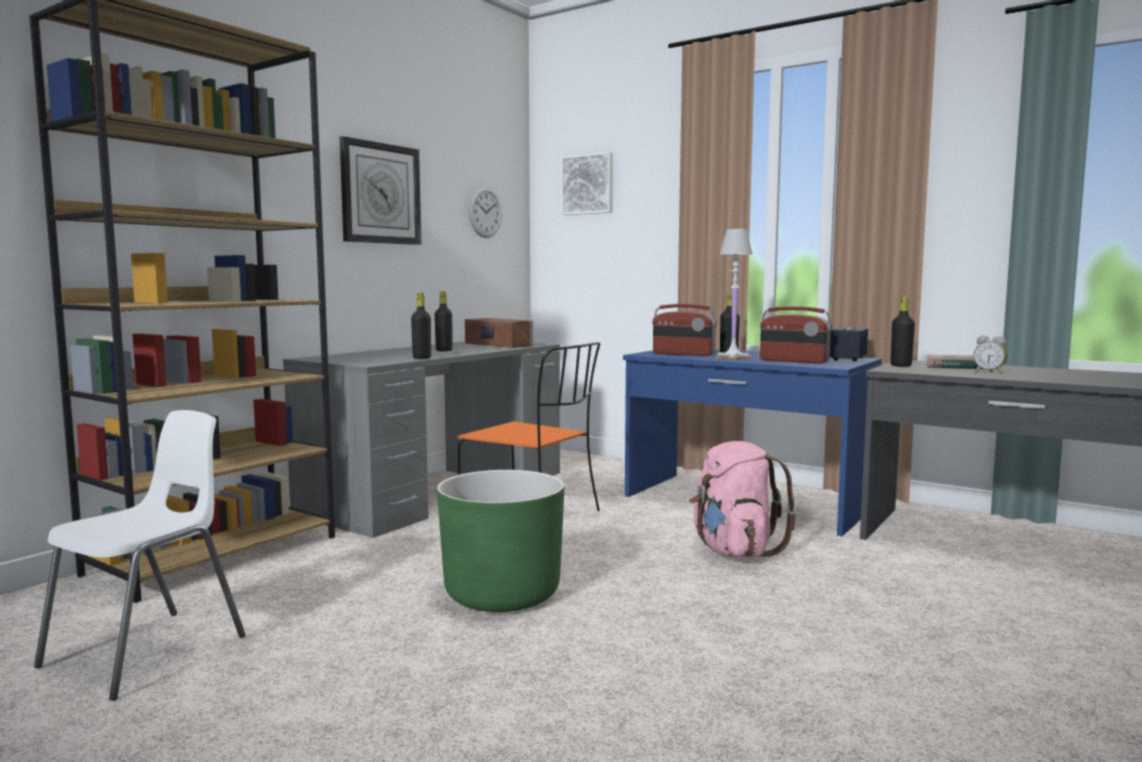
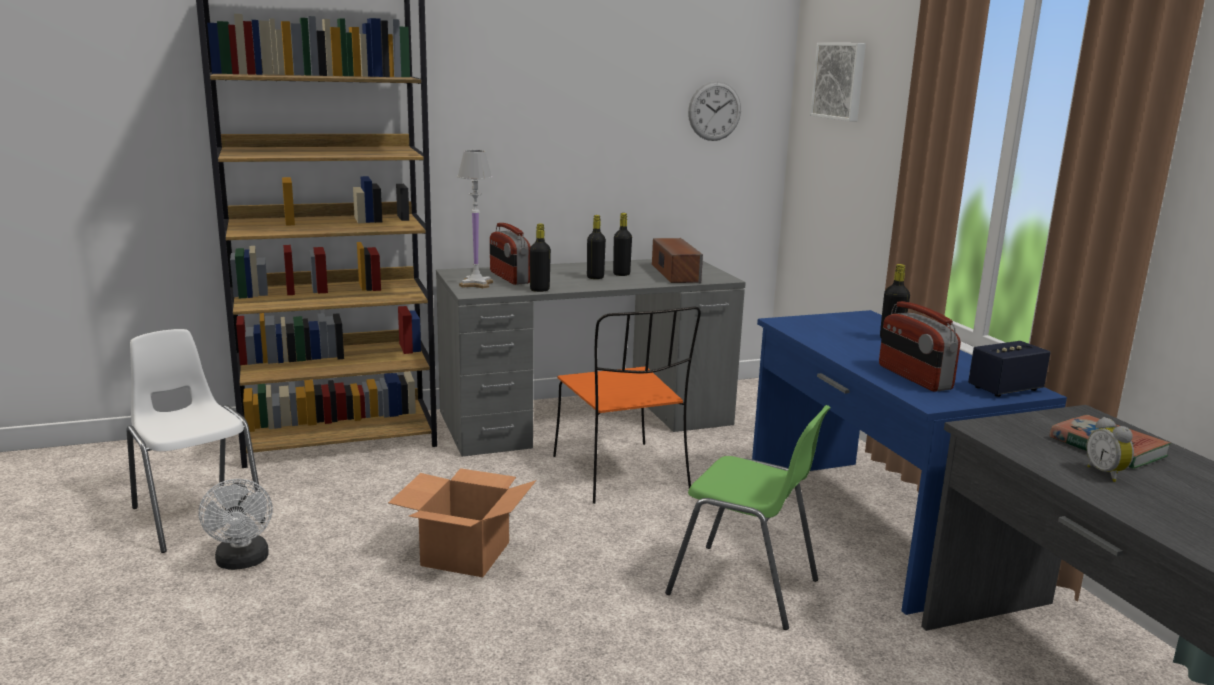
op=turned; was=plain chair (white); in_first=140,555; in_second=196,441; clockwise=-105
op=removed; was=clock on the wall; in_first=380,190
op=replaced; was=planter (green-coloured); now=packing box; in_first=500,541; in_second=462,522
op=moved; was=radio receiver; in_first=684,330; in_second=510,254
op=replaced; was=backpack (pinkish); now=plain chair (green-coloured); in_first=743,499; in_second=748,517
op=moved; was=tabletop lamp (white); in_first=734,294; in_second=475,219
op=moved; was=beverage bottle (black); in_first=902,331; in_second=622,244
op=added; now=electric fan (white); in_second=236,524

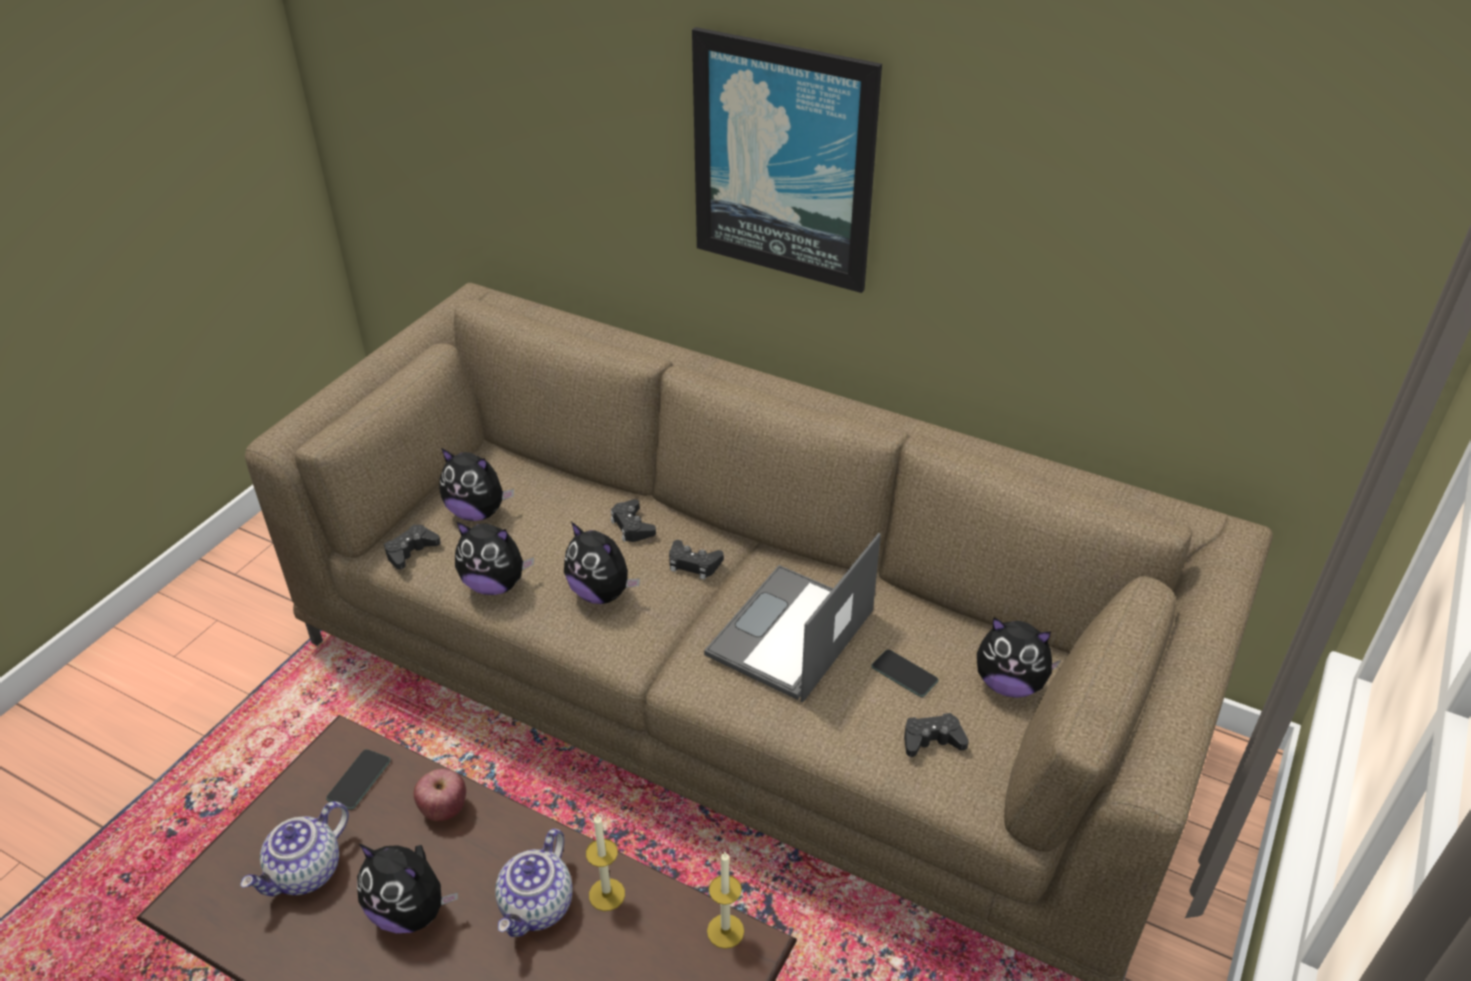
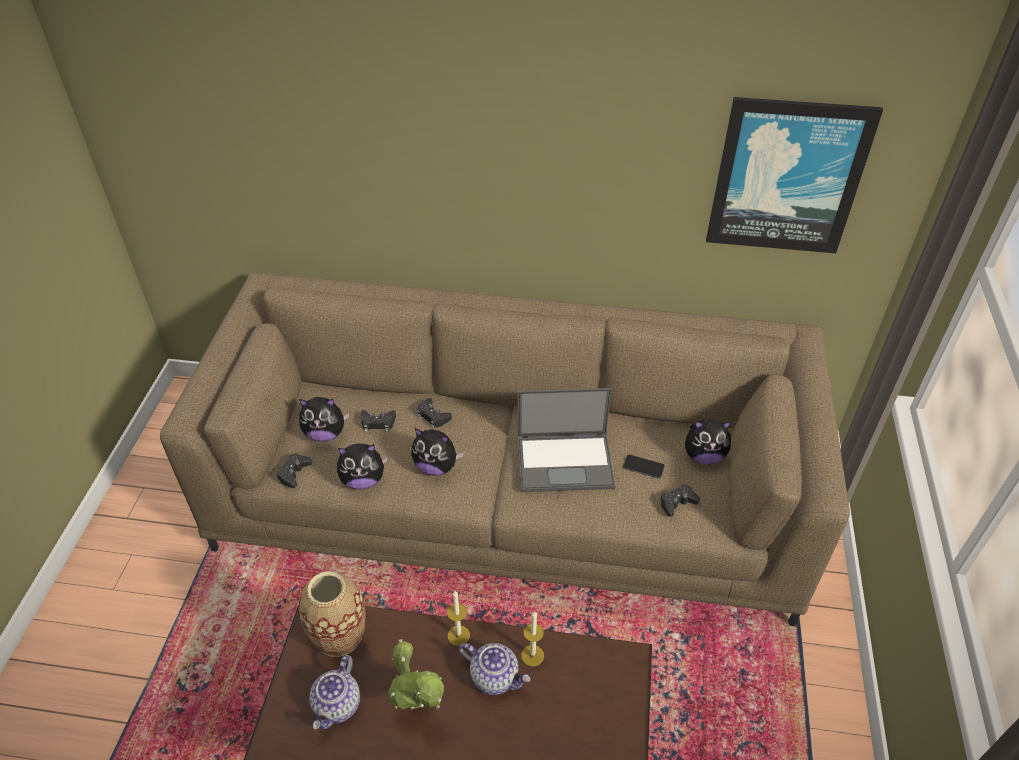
op=replaced; was=telephone; now=decorative vase; in_first=358,779; in_second=332,614
op=replaced; was=cuddly toy; now=potted plant; in_first=407,888; in_second=416,674
op=removed; was=apple fruit; in_first=440,795
op=turned; was=teapot; in_first=534,883; in_second=495,669; clockwise=-60
op=moved; was=gamepad (black); in_first=696,560; in_second=378,421
op=moved; was=wall art; in_first=787,160; in_second=794,175
op=turned; was=notebook computer; in_first=792,617; in_second=566,440; clockwise=-105
op=moved; was=candle; in_first=725,900; in_second=458,618

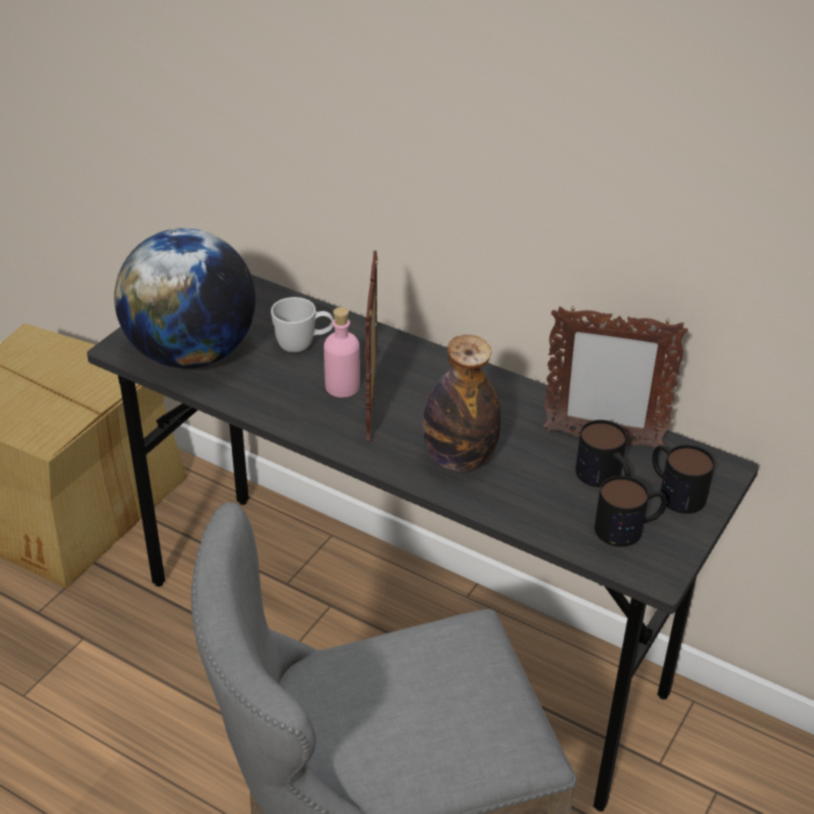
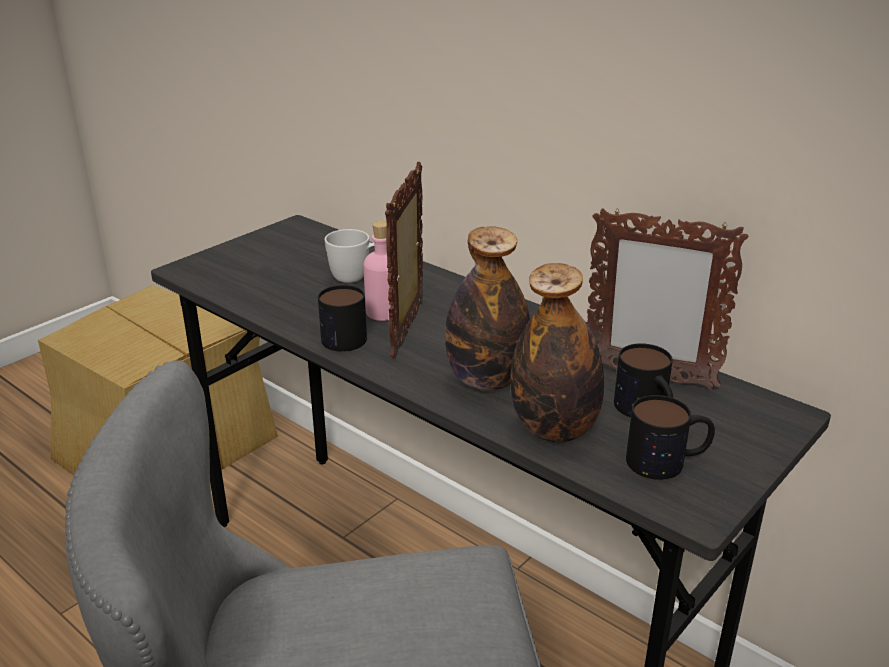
op=removed; was=globe; in_first=185,298
op=moved; was=coffee mug; in_first=683,479; in_second=342,318
op=added; now=beverage bottle; in_second=557,352

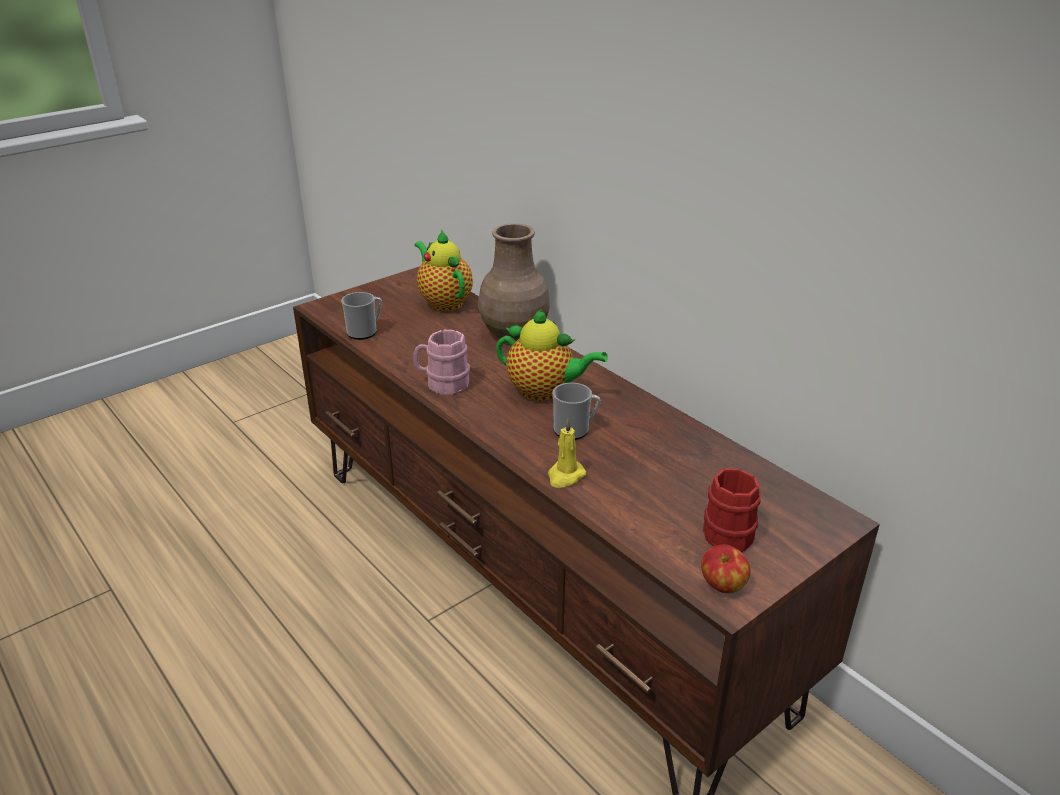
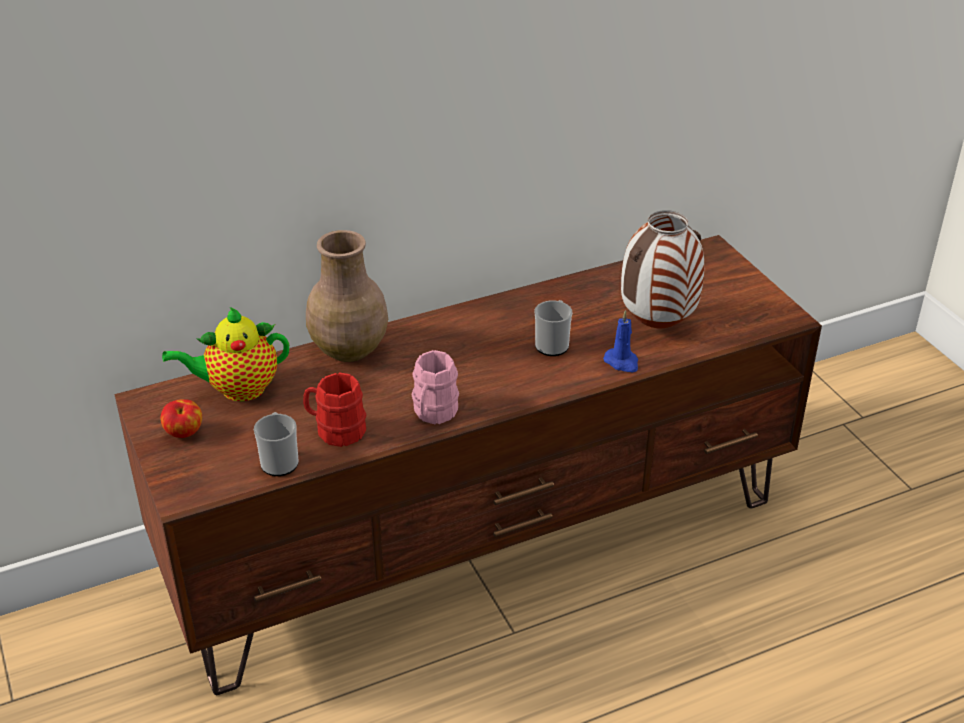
op=removed; was=teapot; in_first=552,355
op=recoloured; was=candle (yellow-coloured); now=candle (blue-coloured); in_first=567,453; in_second=620,341
op=moved; was=apple fruit; in_first=726,568; in_second=181,418
op=moved; was=coffee mug (red-coloured); in_first=731,510; in_second=334,409
op=added; now=decorative vase; in_second=662,269

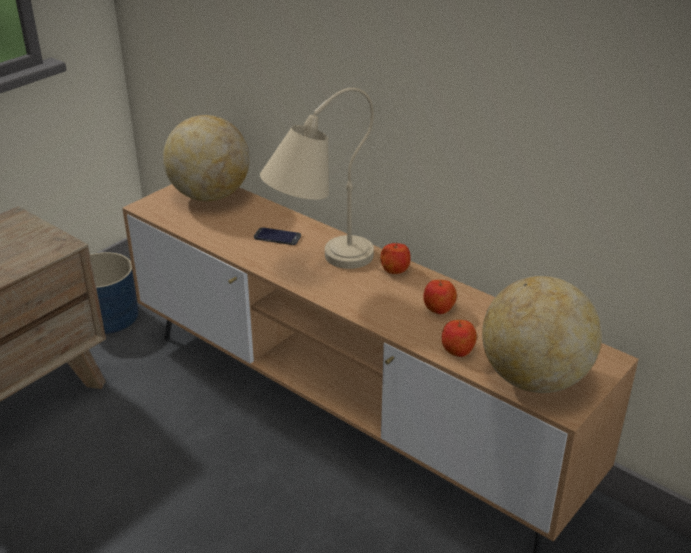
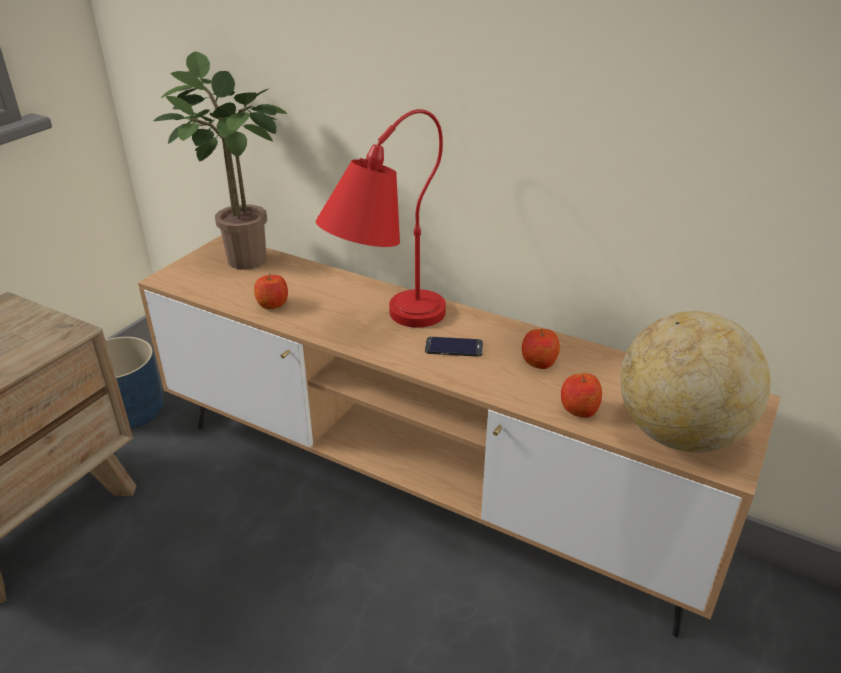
op=replaced; was=globe; now=potted plant; in_first=206,158; in_second=220,160
op=moved; was=telephone; in_first=277,236; in_second=454,347
op=recoloured; was=tabletop lamp (beige); now=tabletop lamp (red-coloured); in_first=317,178; in_second=381,218
op=moved; was=apple fruit; in_first=395,258; in_second=271,291

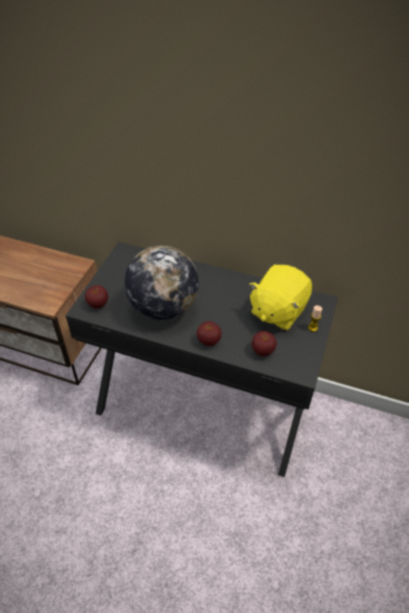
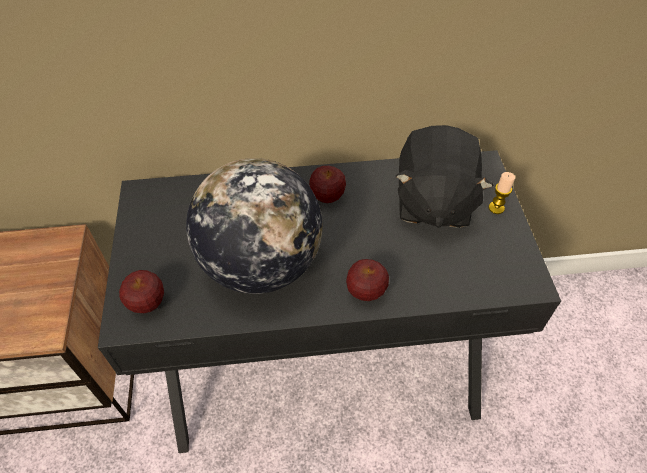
op=recoloured; was=cuddly toy (yellow-coloured); now=cuddly toy (black); in_first=280,297; in_second=444,176
op=moved; was=apple fruit; in_first=264,343; in_second=327,184

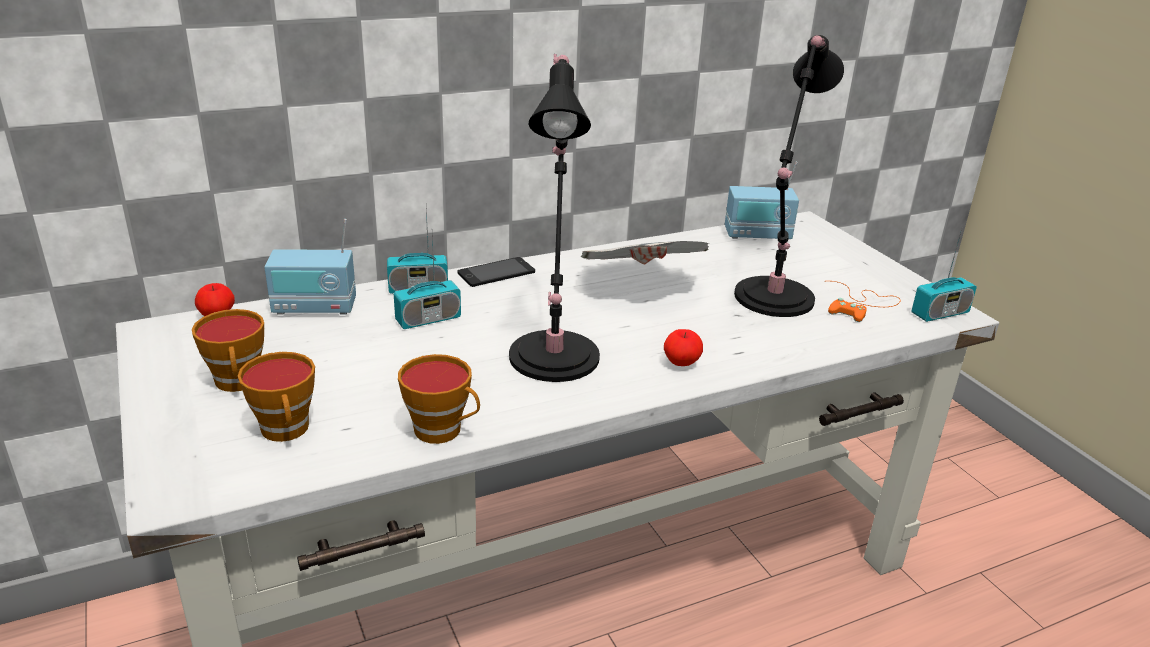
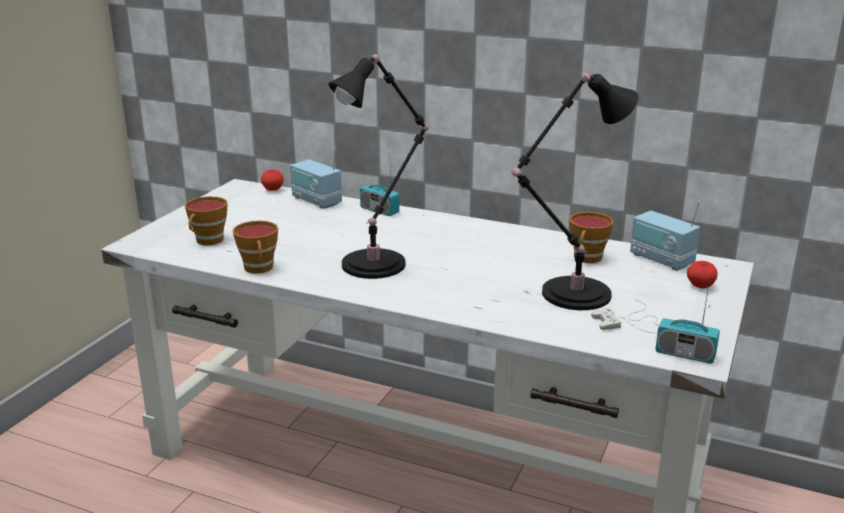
op=moved; was=small cup; in_first=228,350; in_second=591,237
op=removed; was=radio receiver; in_first=427,283
op=removed; was=telephone; in_first=496,272
op=removed; was=newspaper; in_first=645,253
op=moved; was=apple fruit; in_first=683,347; in_second=702,275
op=recoloured; was=gamepad (orange); now=gamepad (white); in_first=864,301; in_second=625,316

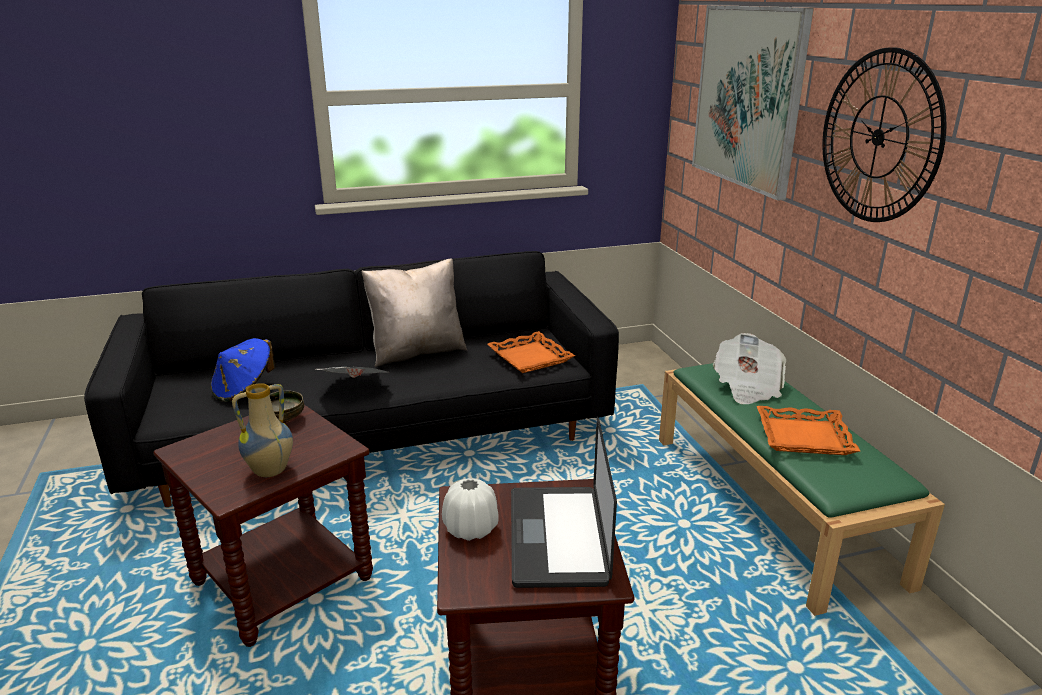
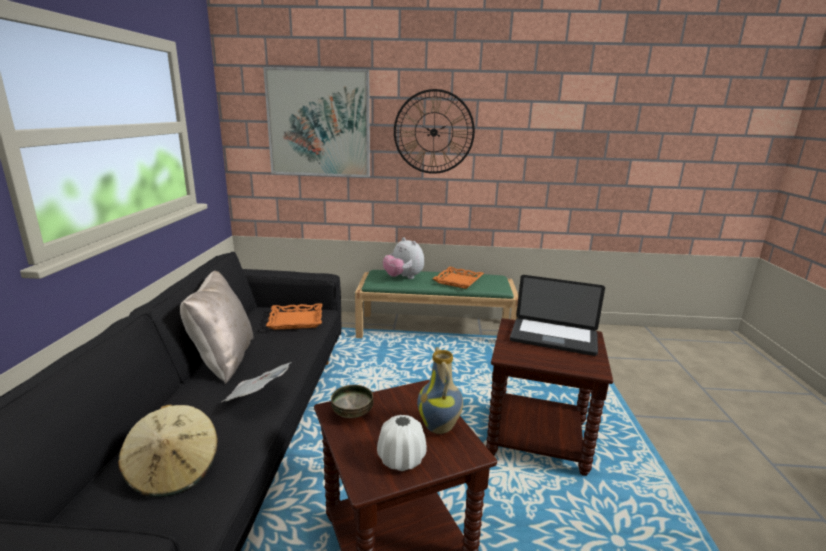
op=recoloured; was=hat (blue-coloured); now=hat (beige); in_first=243,370; in_second=168,450
op=moved; was=decorative vase (white); in_first=470,509; in_second=402,443
op=replaced; was=newspaper; now=cuddly toy; in_first=749,368; in_second=403,258

